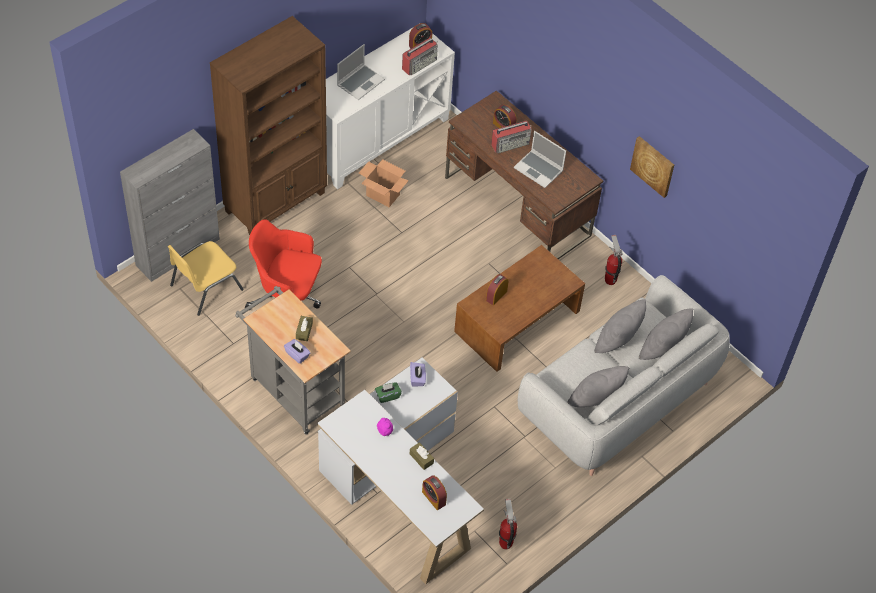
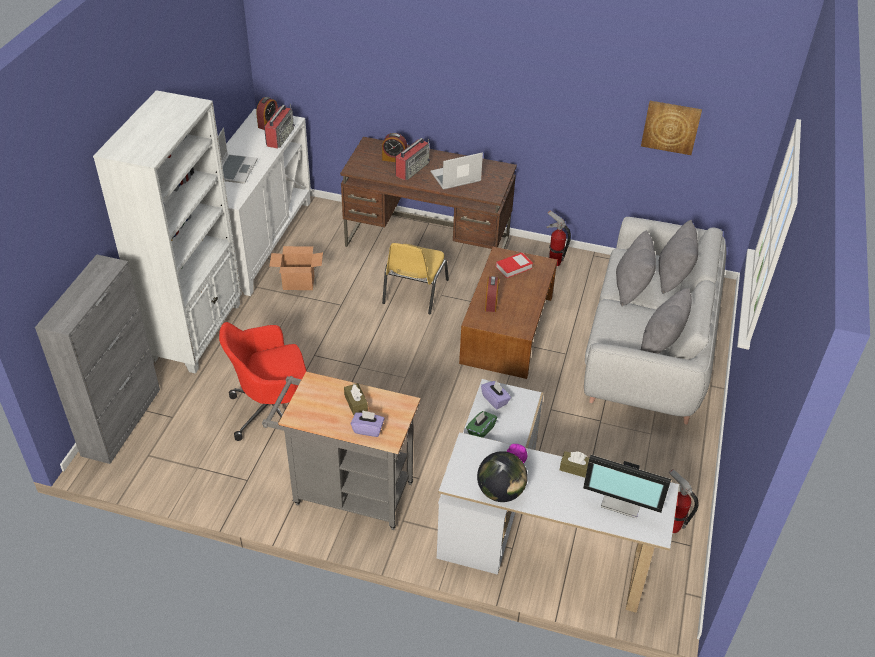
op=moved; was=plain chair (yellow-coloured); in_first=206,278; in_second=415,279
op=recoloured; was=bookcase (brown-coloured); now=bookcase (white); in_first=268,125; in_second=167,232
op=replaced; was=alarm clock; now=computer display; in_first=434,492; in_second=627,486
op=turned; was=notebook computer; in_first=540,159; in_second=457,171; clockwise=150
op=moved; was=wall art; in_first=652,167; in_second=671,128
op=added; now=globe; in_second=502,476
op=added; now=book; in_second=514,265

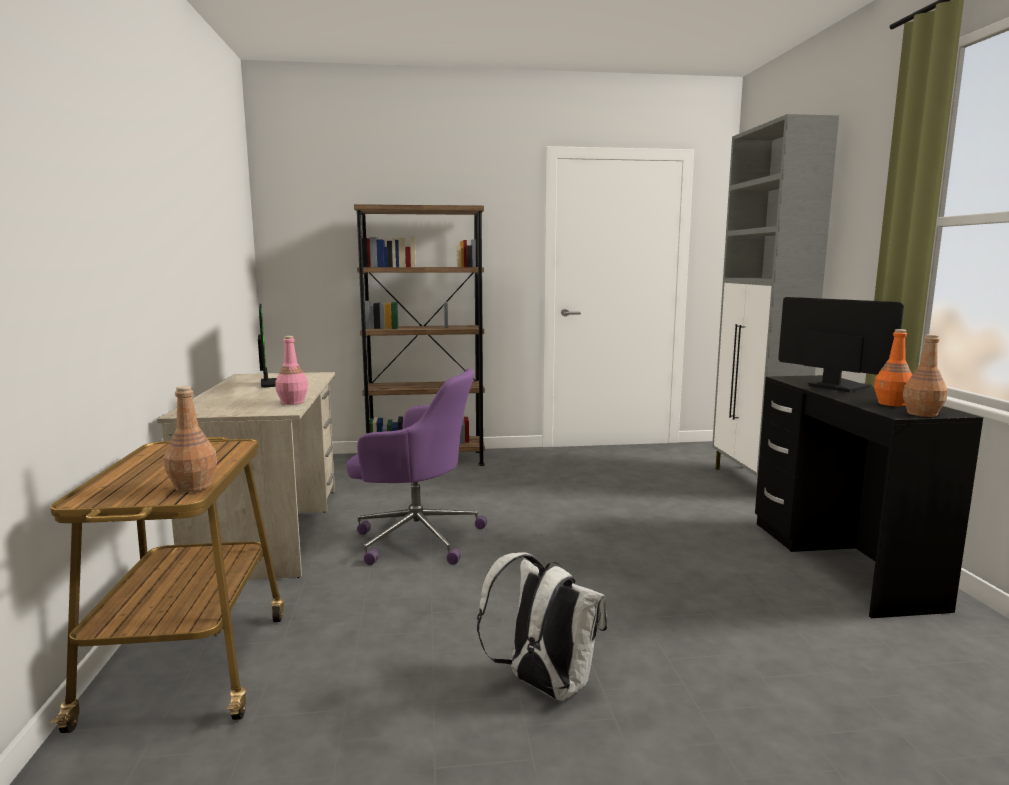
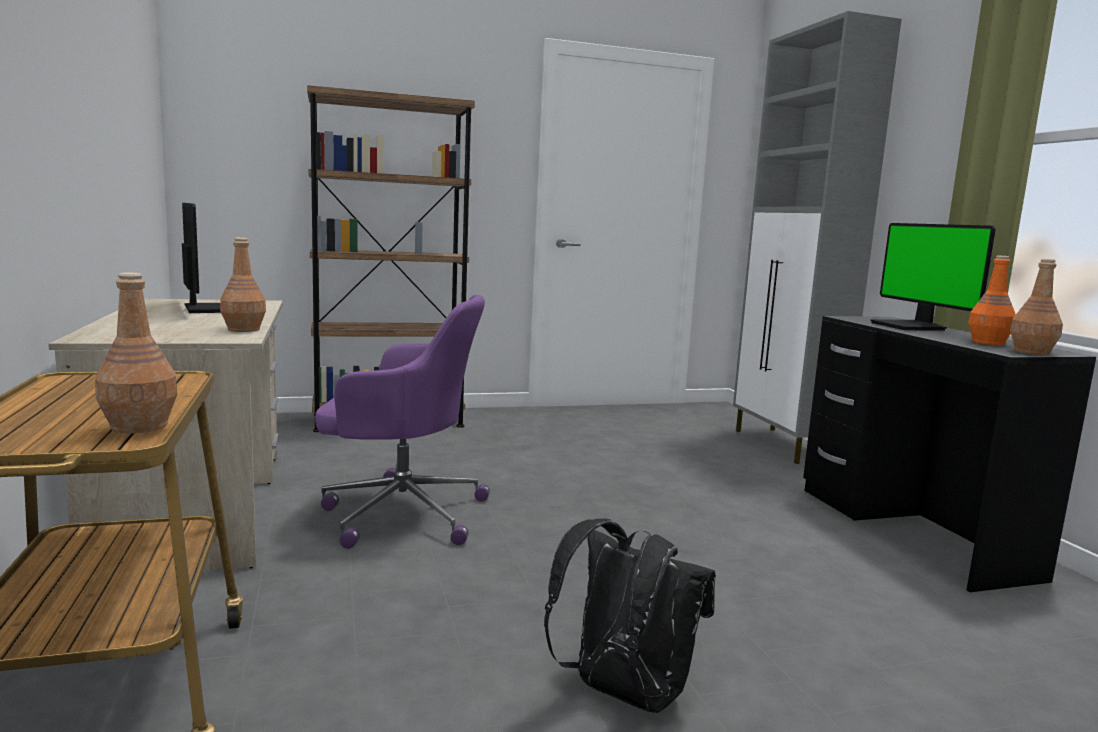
op=recoloured; was=beverage bottle (pinkish); now=beverage bottle (brown-coloured); in_first=291,370; in_second=243,285
op=recoloured; was=backpack (white); now=backpack (black); in_first=542,626; in_second=630,616
op=turned; was=computer display; in_first=841,344; in_second=933,277; clockwise=-150

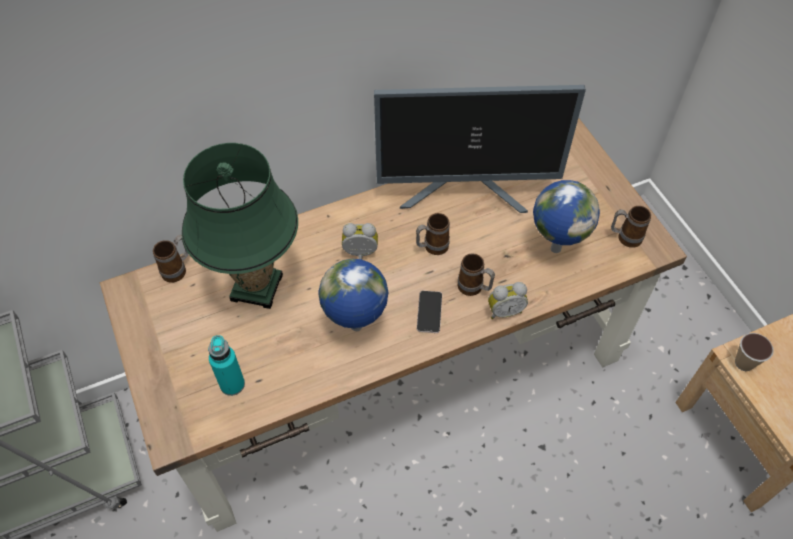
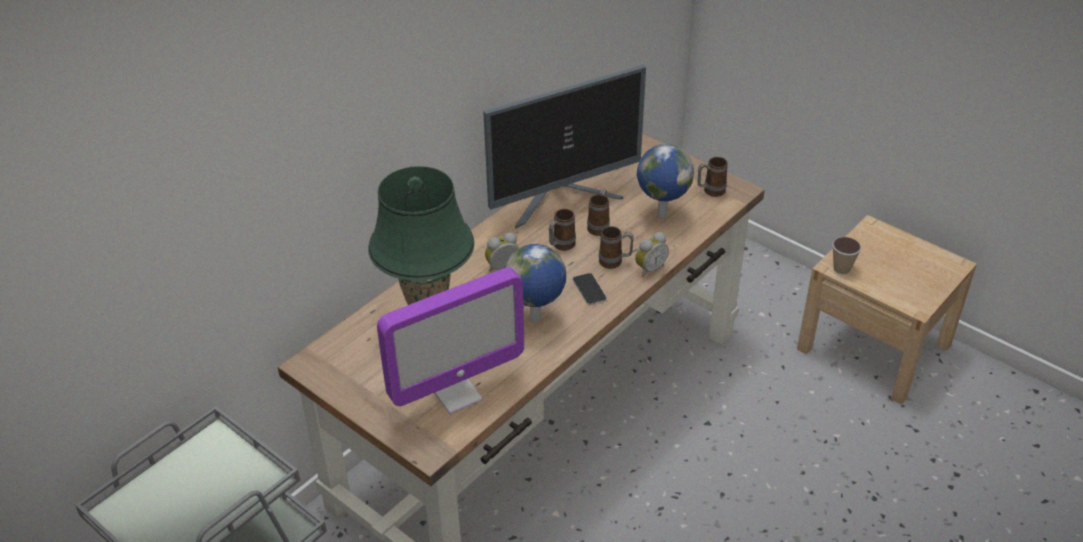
op=moved; was=coffee mug; in_first=171,259; in_second=598,212
op=replaced; was=beverage bottle (turquoise); now=computer display; in_first=226,365; in_second=450,340

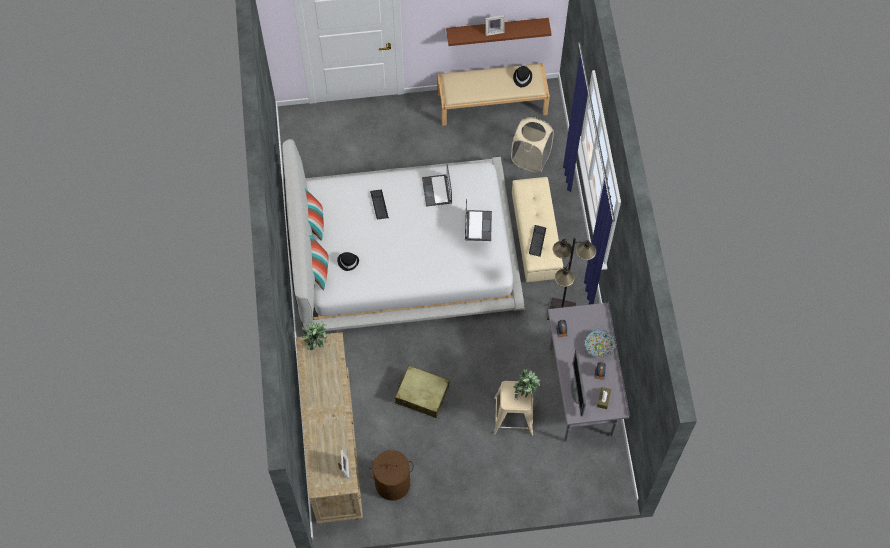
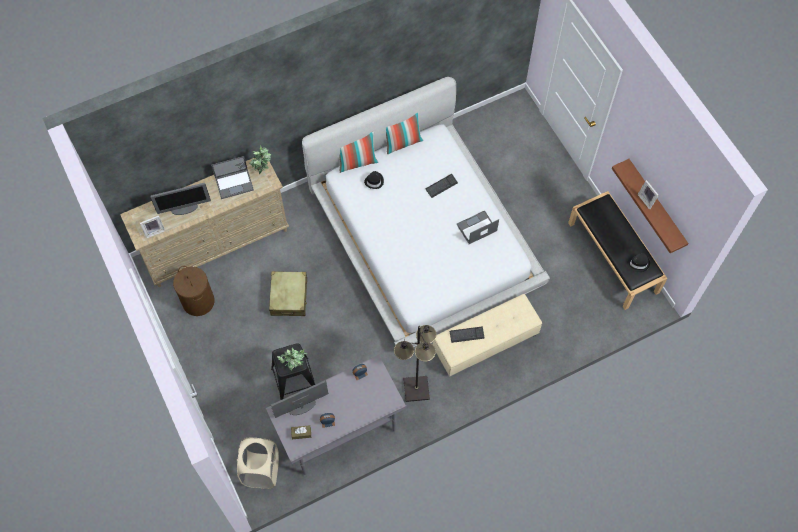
op=recoloured; was=indoor bench (beige); now=indoor bench (black); in_first=493,94; in_second=618,250
op=moved; was=notebook computer; in_first=478,220; in_second=232,177
op=recoloured; was=stool (beige); now=stool (black); in_first=513,408; in_second=293,371
op=moved; was=hamper (beige); in_first=532,145; in_second=258,463
op=removed; was=serving bowl; in_first=600,344
op=added; now=computer display; in_second=180,199

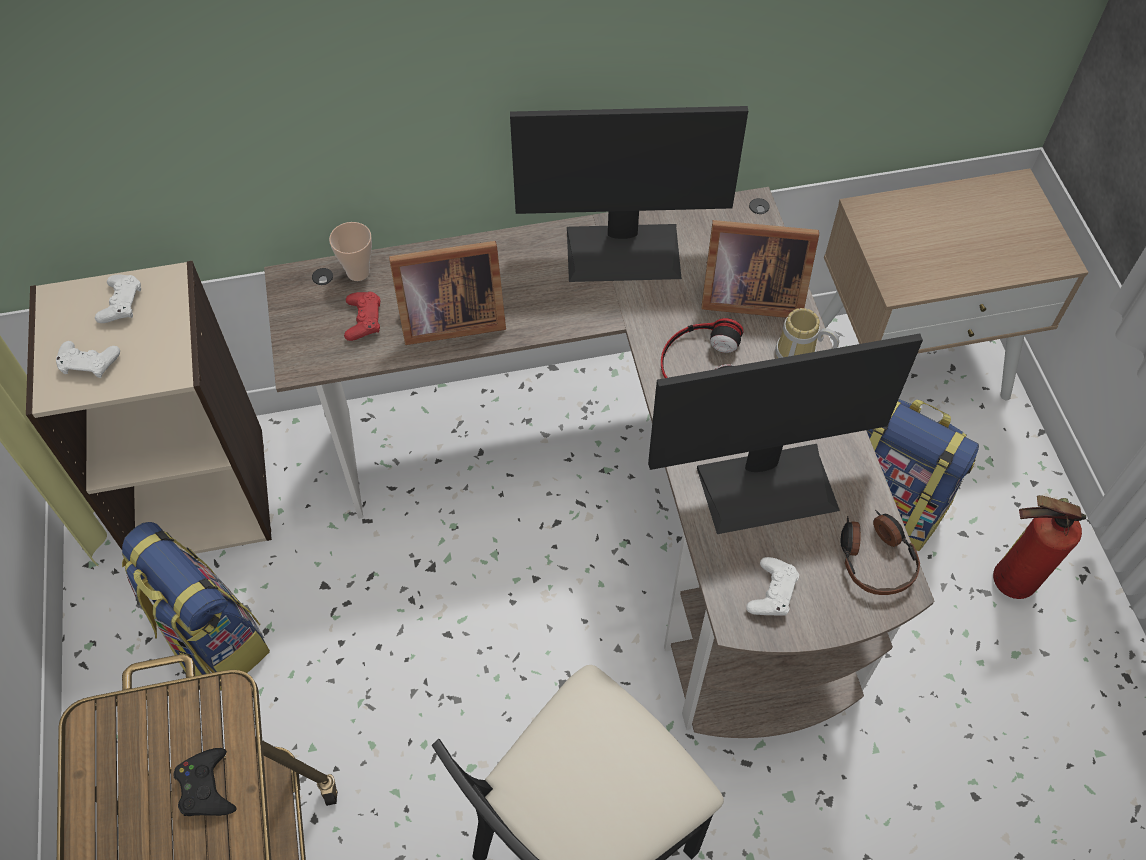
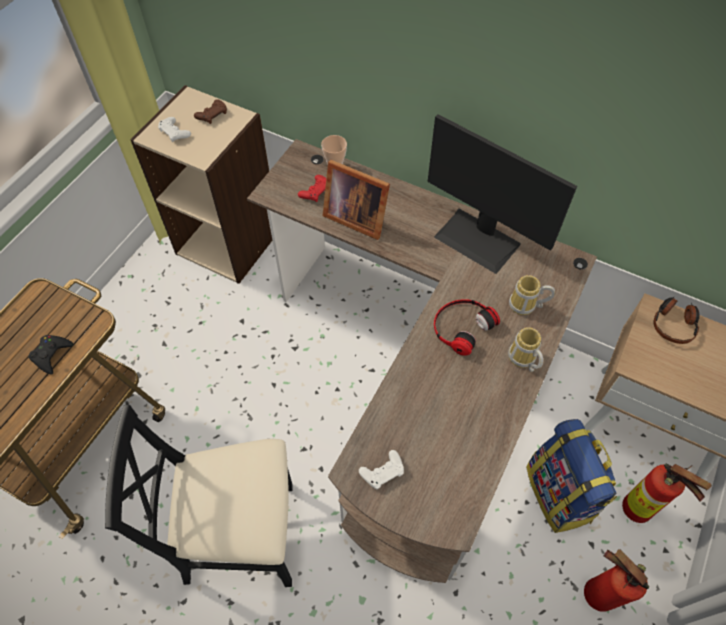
op=recoloured; was=gamepad (white); now=gamepad (brown-coloured); in_first=118,299; in_second=210,111
op=removed; was=backpack; in_first=196,606
op=removed; was=computer display; in_first=785,434
op=replaced; was=standing frame; now=coffee mug; in_first=760,269; in_second=532,295
op=moved; was=headphones; in_first=880,552; in_second=676,320
op=added; now=fire extinguisher; in_second=666,493

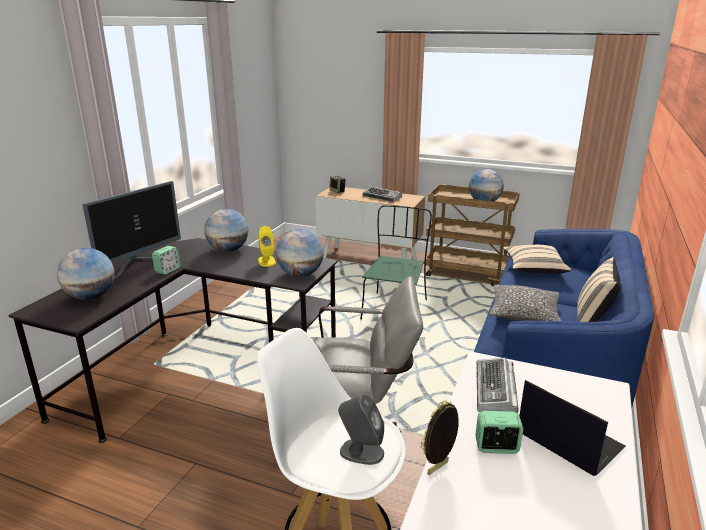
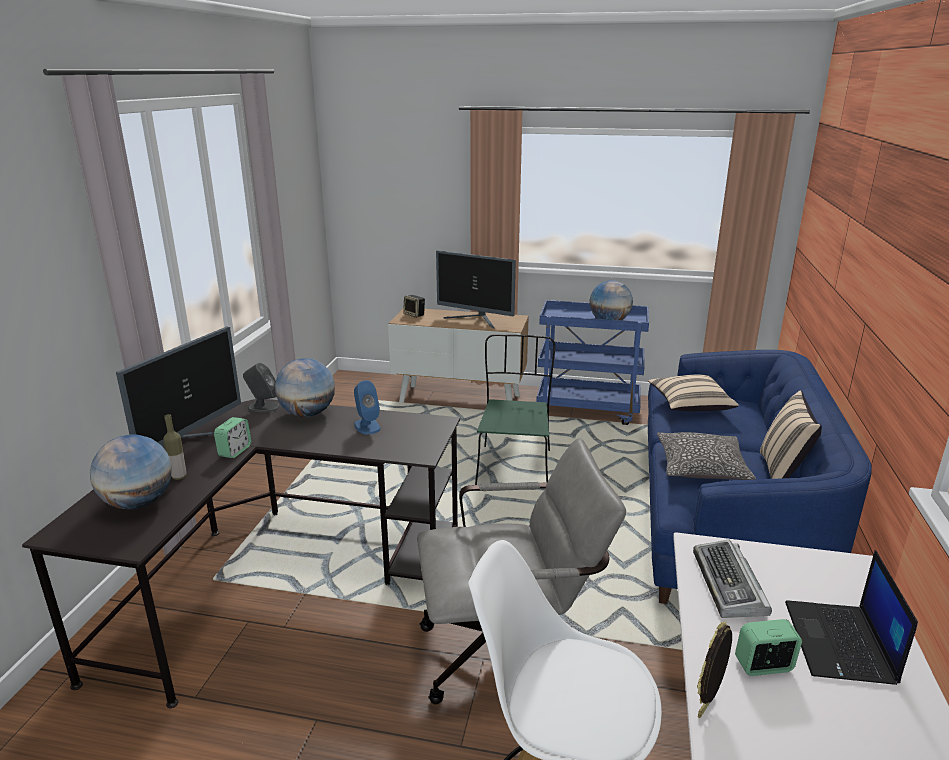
op=recoloured; was=loudspeaker (yellow-coloured); now=loudspeaker (blue-coloured); in_first=267,246; in_second=367,407
op=removed; was=globe; in_first=300,253
op=moved; was=loudspeaker (gray); in_first=361,429; in_second=261,387
op=replaced; was=computer keyboard; now=computer display; in_first=382,194; in_second=476,289
op=recoloured; was=wheeled cart (brown-coloured); now=wheeled cart (blue-coloured); in_first=473,235; in_second=592,362
op=turned; was=notebook computer; in_first=572,428; in_second=851,617; clockwise=-120
op=added; now=beverage bottle; in_second=175,447

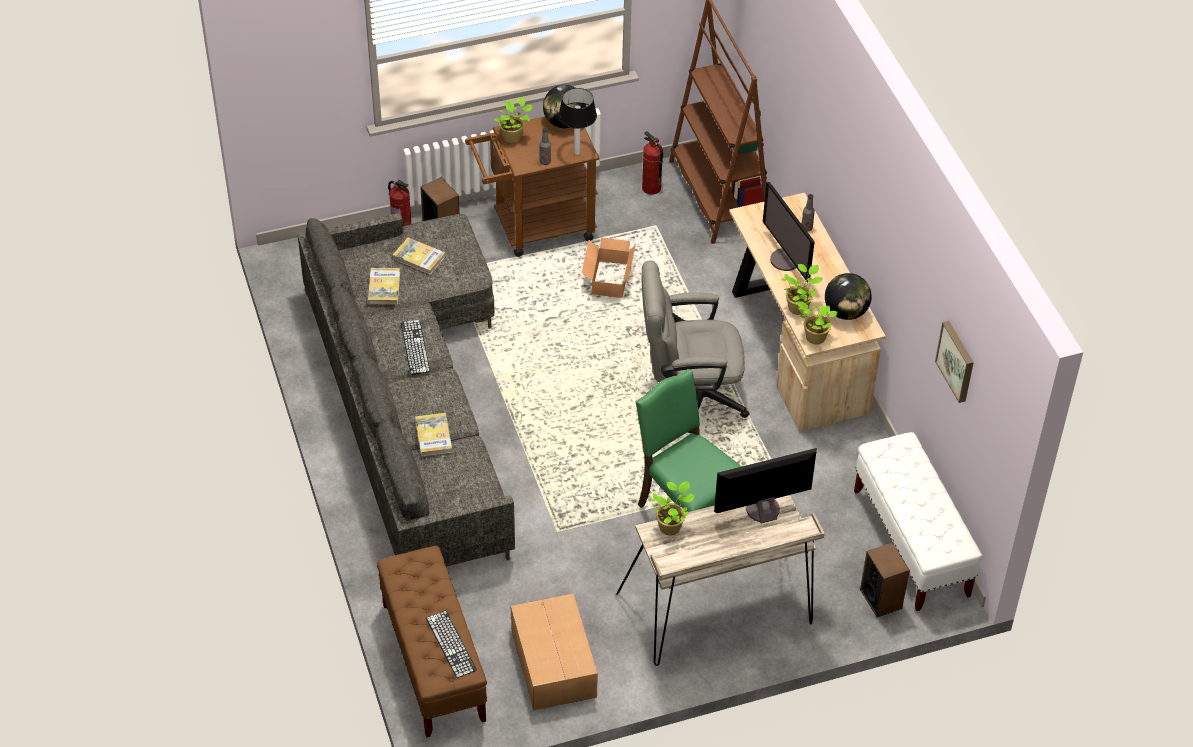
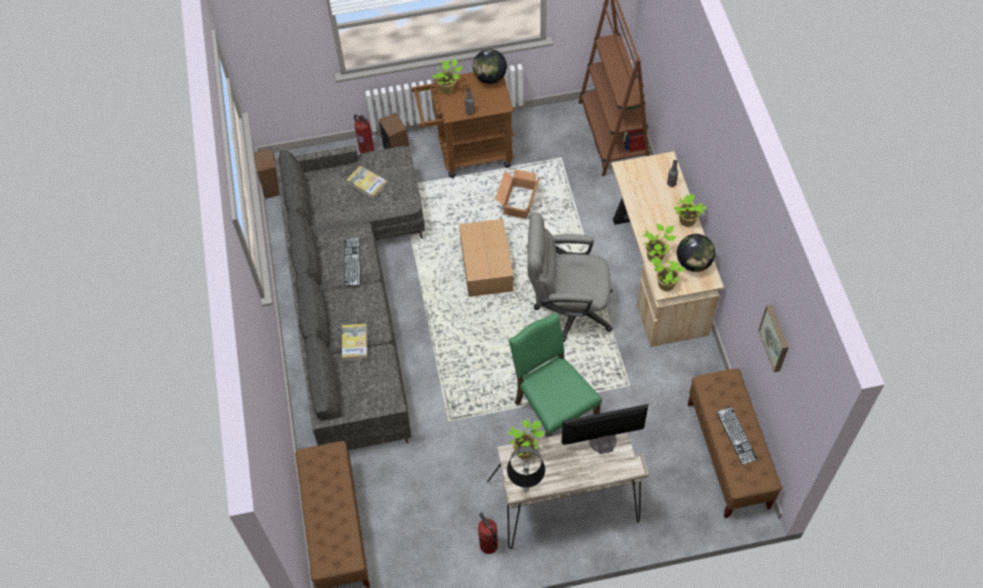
op=removed; was=book; in_first=384,286
op=moved; was=computer keyboard; in_first=451,644; in_second=737,436
op=moved; was=packing box; in_first=554,652; in_second=486,258
op=moved; was=tabletop lamp; in_first=577,121; in_second=526,469
op=moved; was=fire extinguisher; in_first=652,163; in_second=488,533
op=removed; was=computer display; in_first=789,232
op=recoloured; was=indoor bench (white); now=indoor bench (brown-coloured); in_first=918,521; in_second=735,443
op=moved; was=loudspeaker; in_first=885,580; in_second=266,173
op=added; now=potted plant; in_second=690,210

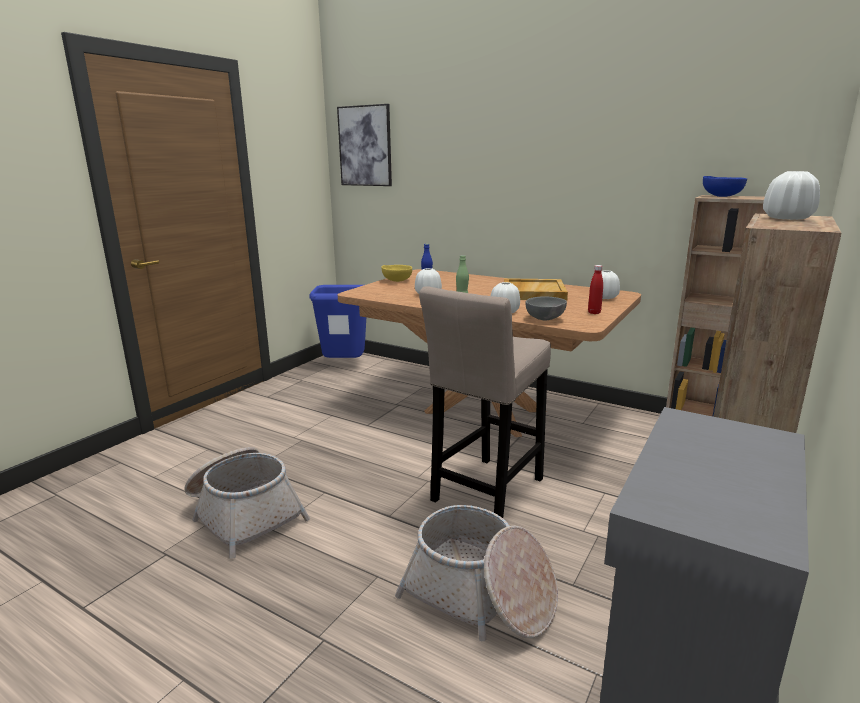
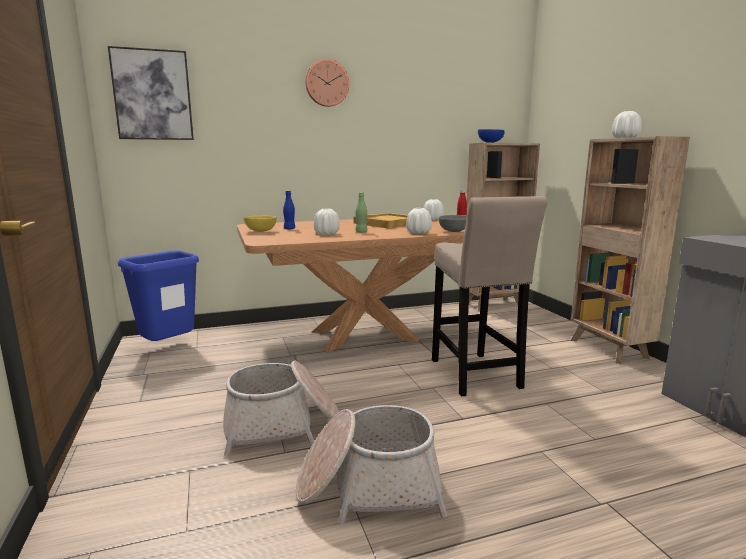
op=moved; was=basket; in_first=476,573; in_second=281,408
op=added; now=clock on the wall; in_second=327,83

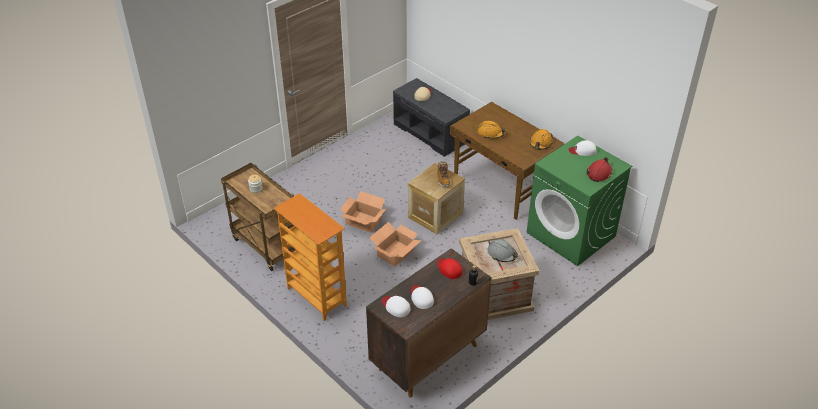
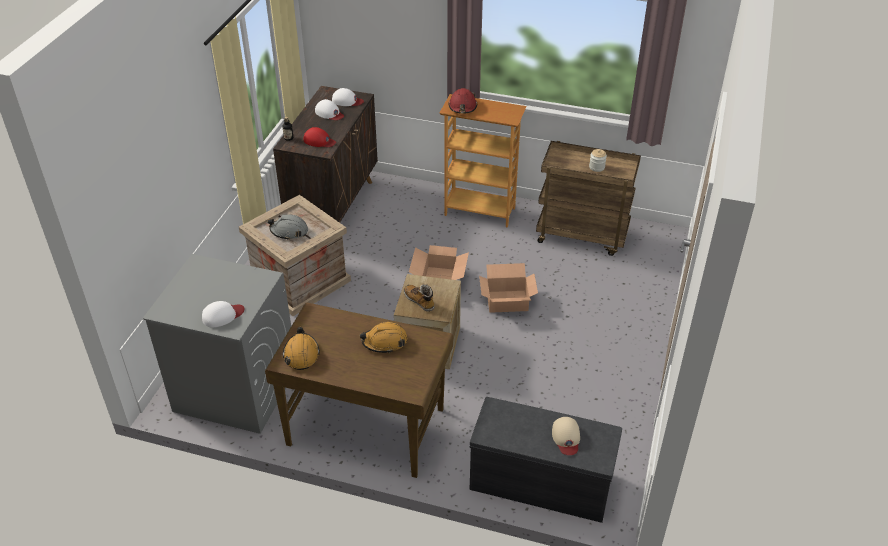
op=recoloured; was=laundry machine (green-coloured); now=laundry machine (gray); in_first=579,201; in_second=217,344
op=moved; was=hard hat (red-coloured); in_first=599,169; in_second=462,101

